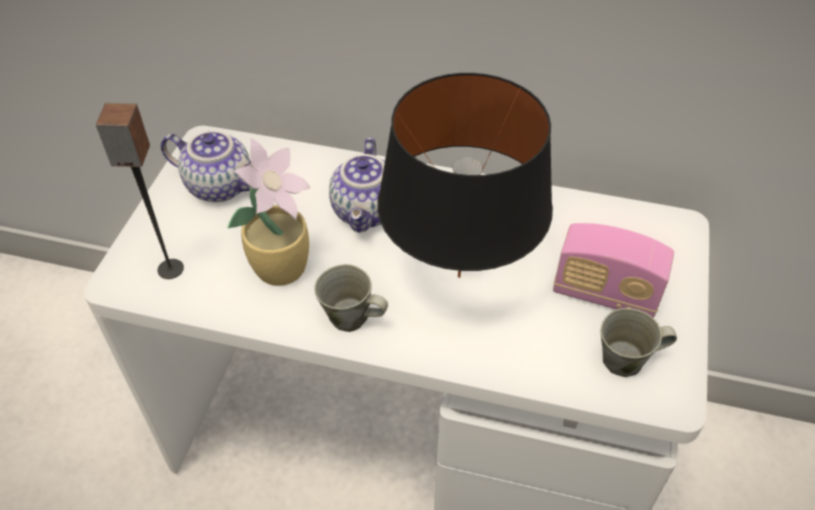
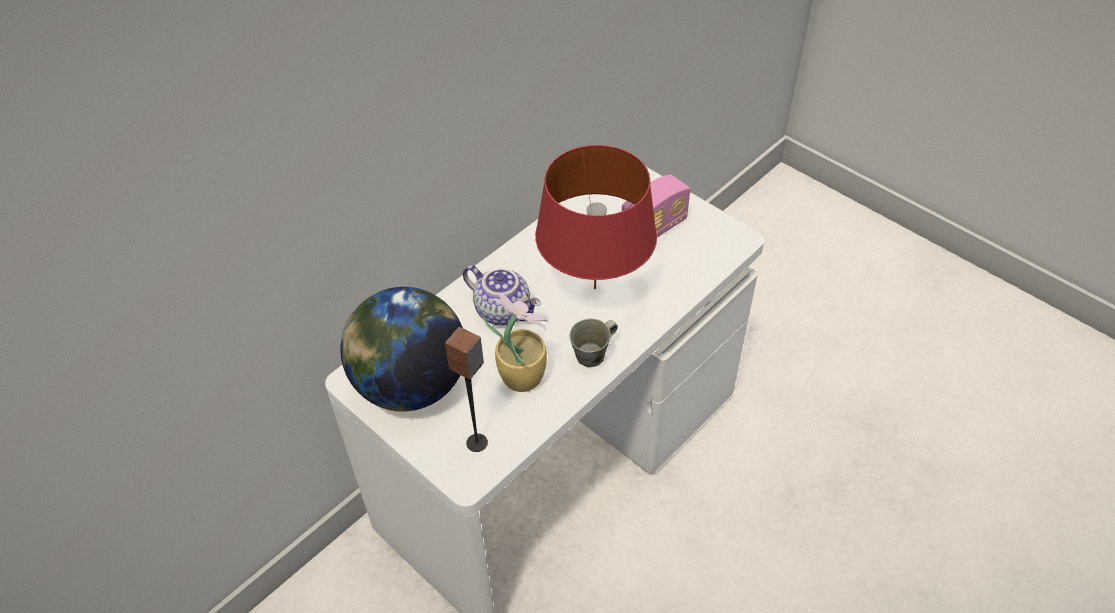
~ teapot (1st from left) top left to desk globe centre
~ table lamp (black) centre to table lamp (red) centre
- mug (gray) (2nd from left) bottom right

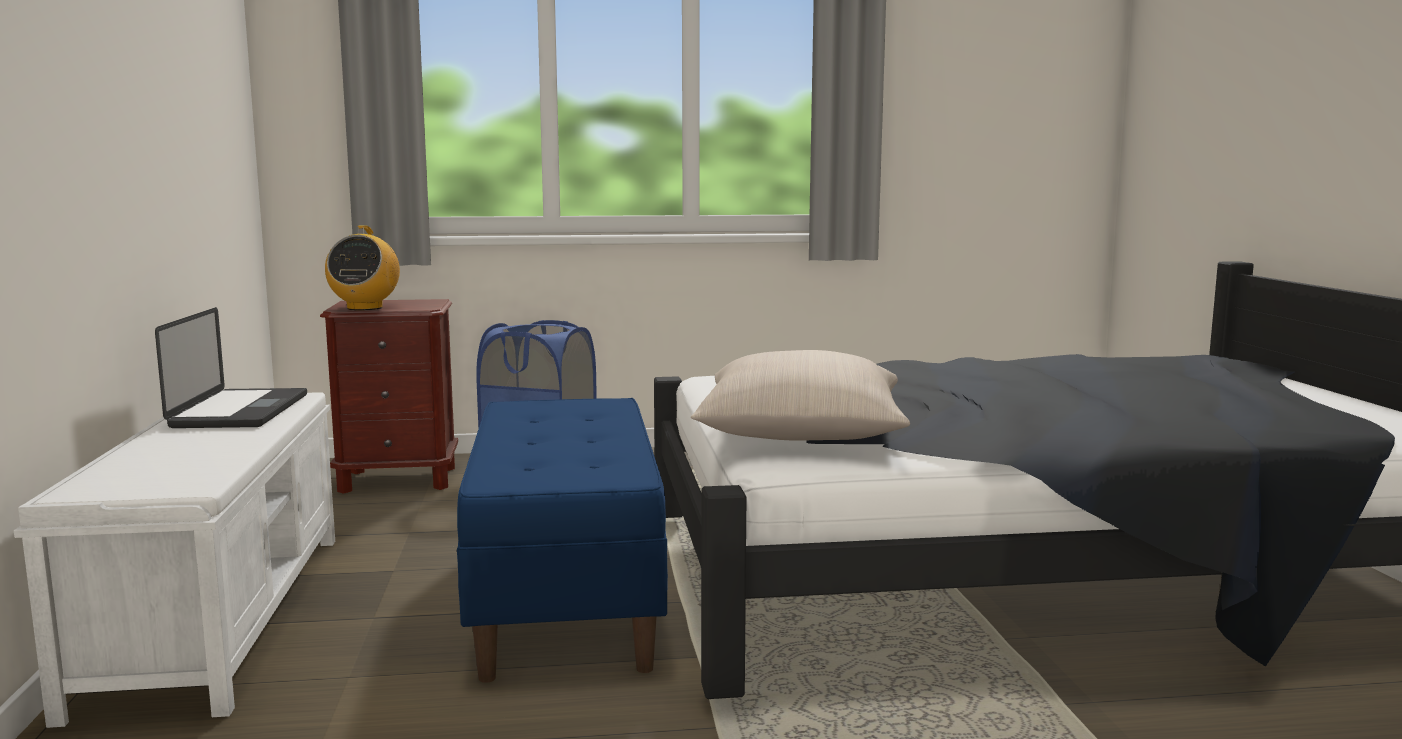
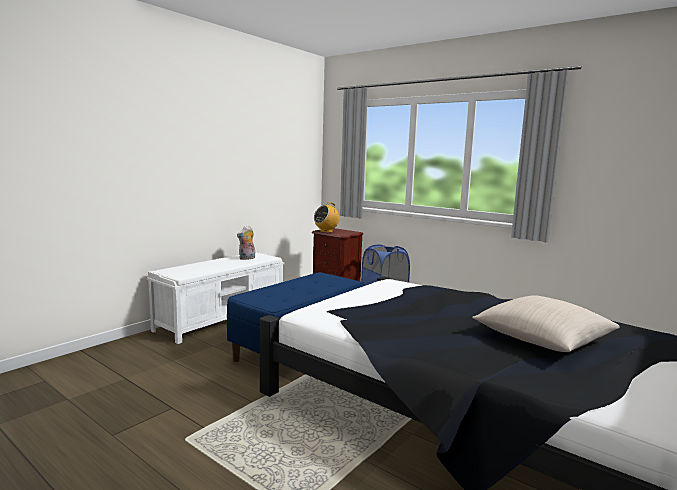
~ laptop middle left to cuddly toy centre
~ cushion (beige-coloured) centre to middle right

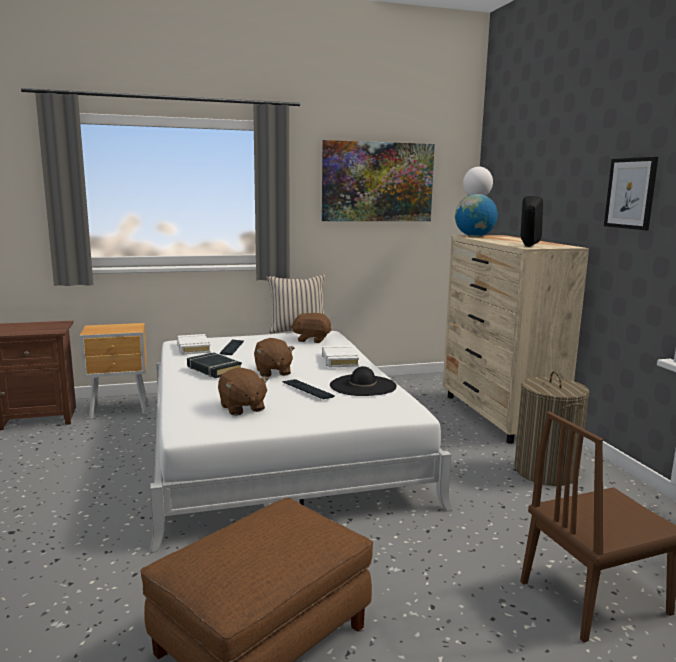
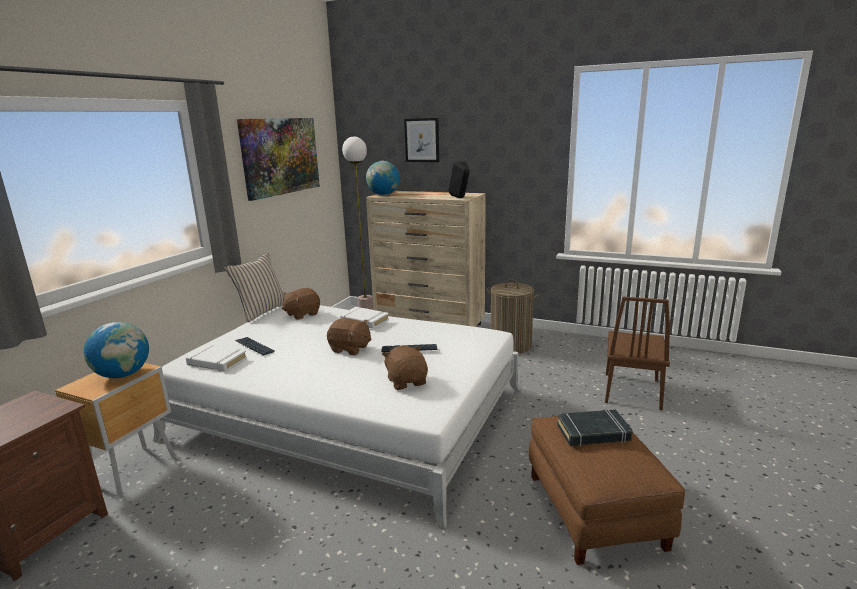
+ desk globe (1st from left) middle left
~ cuddly toy (brown) (1st from left in the first image) centre = centre 120 degrees counterclockwise
~ picture (2nd from left) top right to top centre
~ book (black) middle left to bottom right
- hat (black) centre

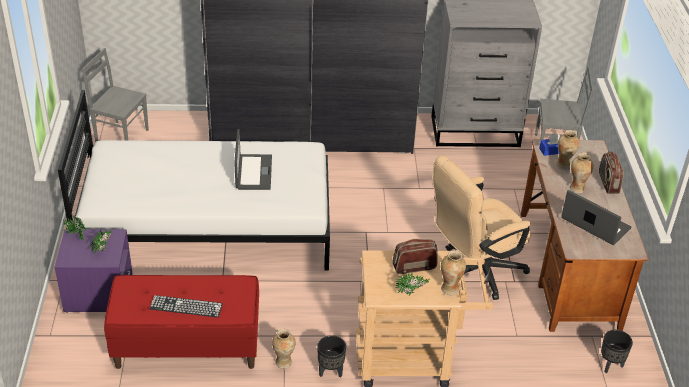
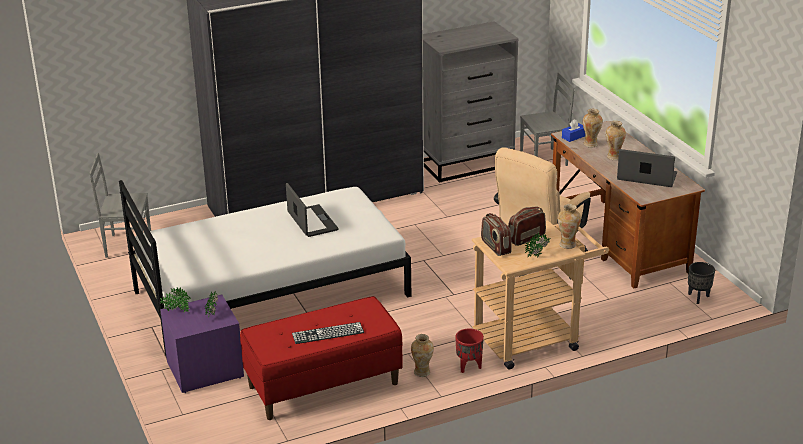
~ plant pot (black) (1st from left) bottom centre to plant pot (red) bottom centre
~ radio (2nd from left in the first image) middle right to radio (1st from left) centre

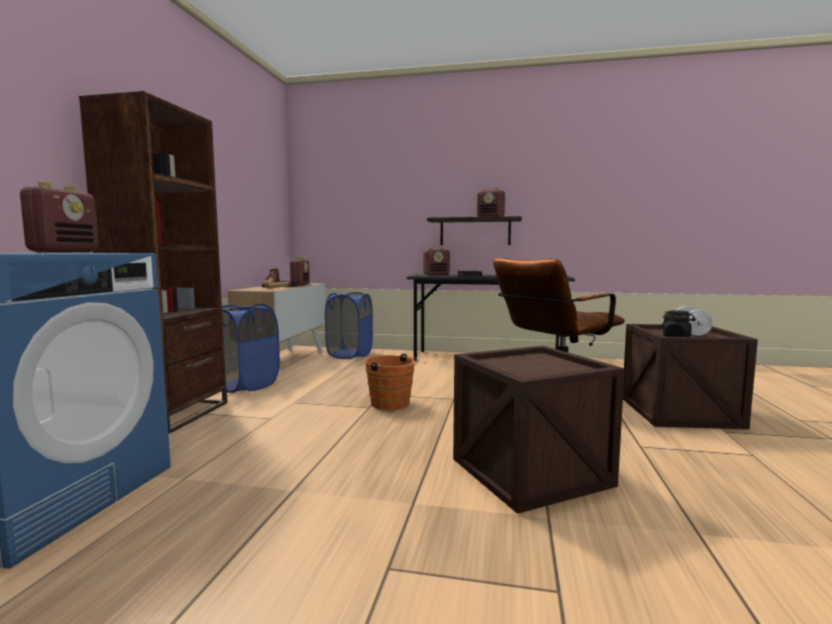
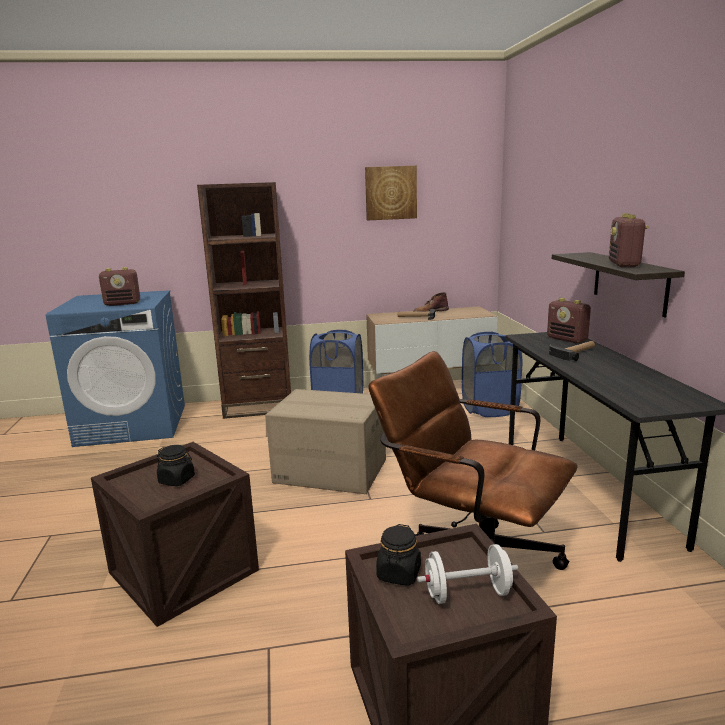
+ storage jar (black) (1st from left) middle left
~ water bucket (orange-coloured) centre to carton centre
+ picture top centre
- radio (2nd from left) centre

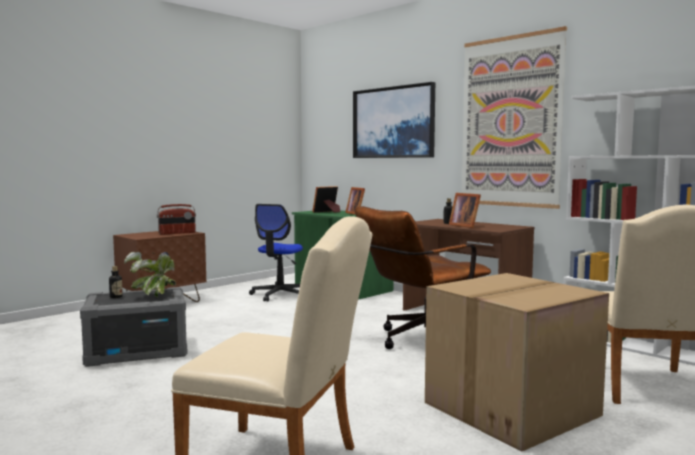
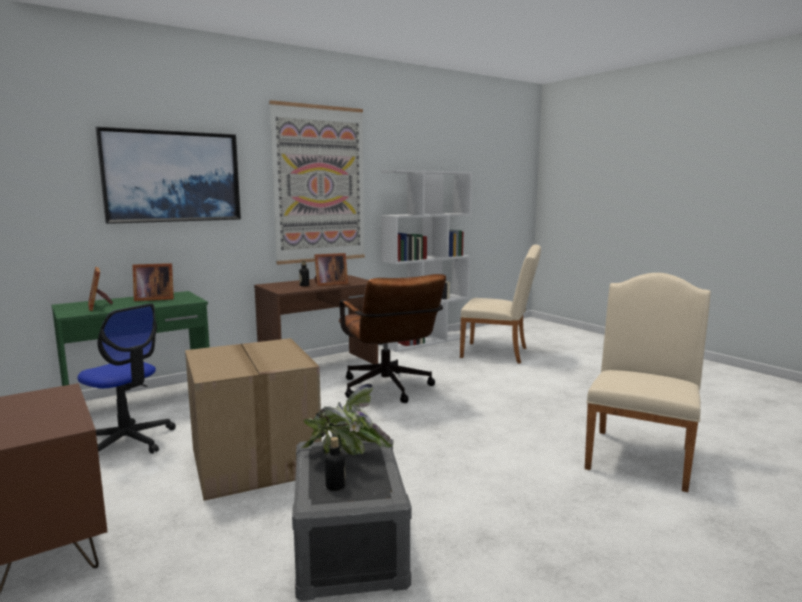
~ carton bottom right to bottom left
- radio middle left

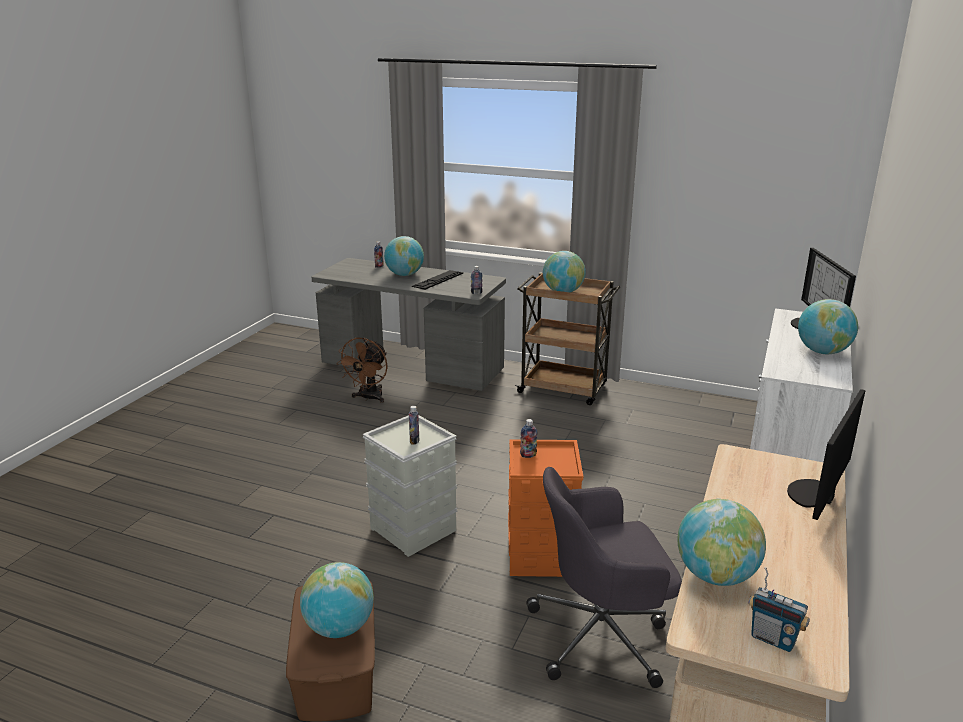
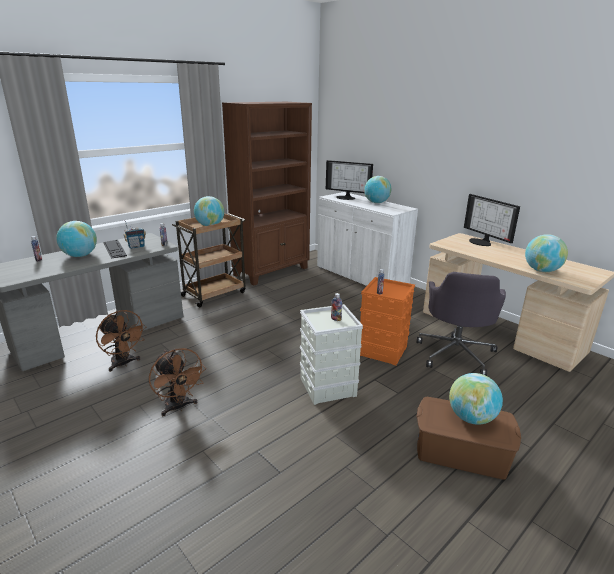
~ radio bottom right to middle left
+ cooling fan (brown) (2nd from left) middle left
+ shelving unit (brown) centre

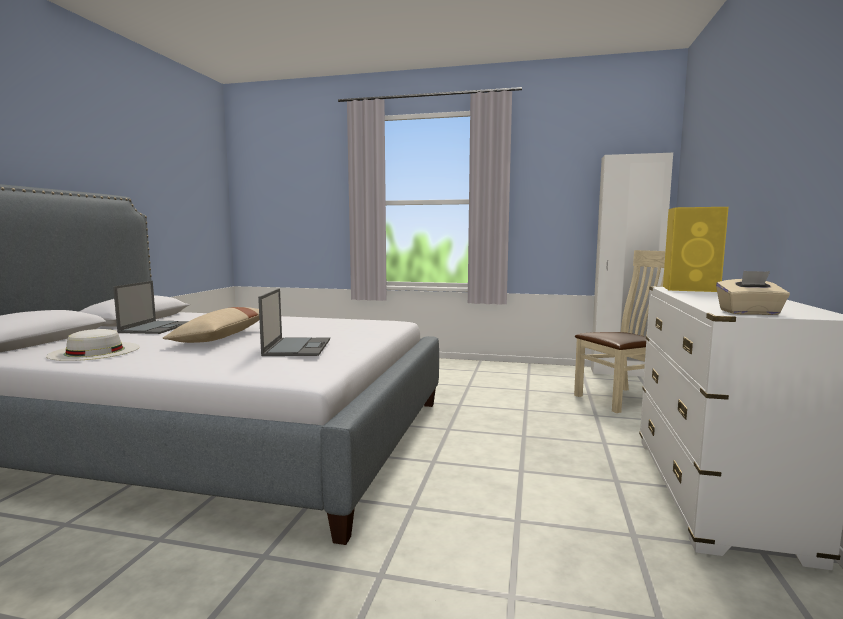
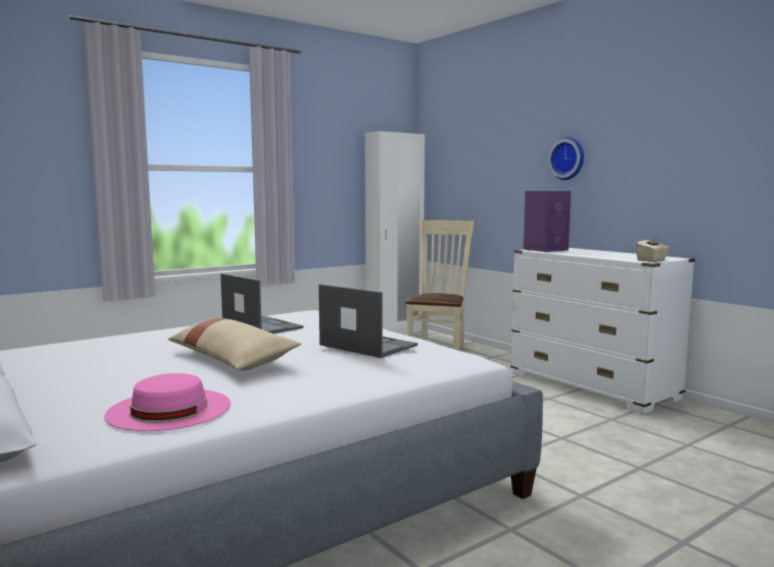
~ hat (white-coloured) middle left to hat (pink-coloured) bottom left
~ laptop (1st from left) middle left to centre
~ loudspeaker (yellow) middle right to loudspeaker (purplish) middle right
+ wall clock top right

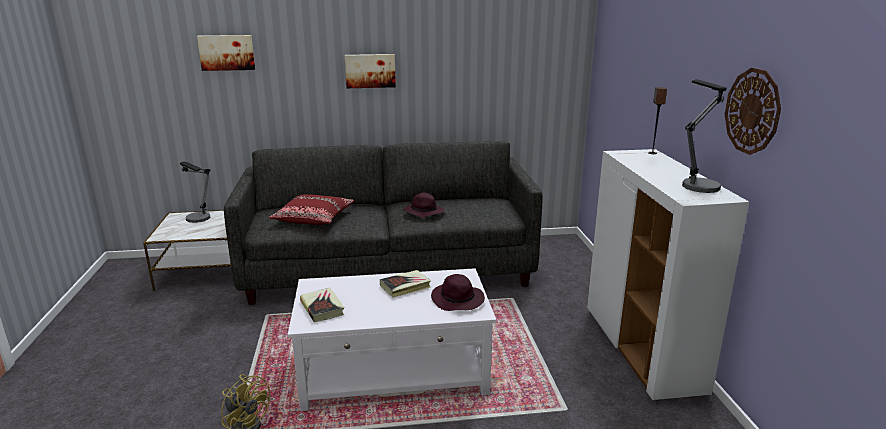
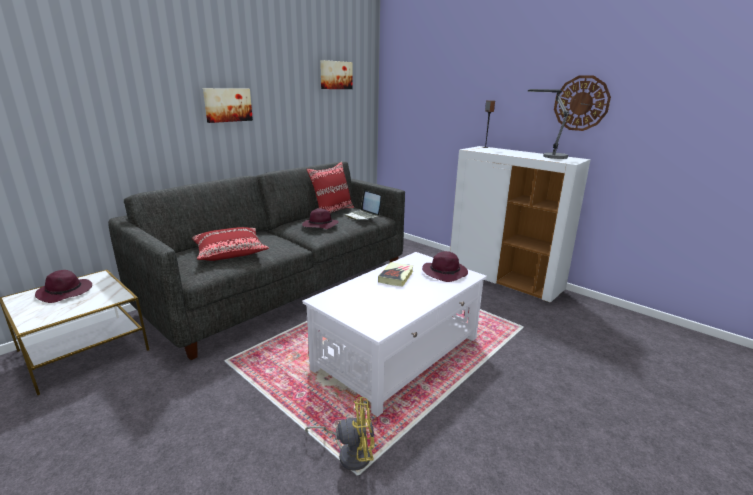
~ table lamp (1st from left) middle left to hat (purplish) (1st from left) middle left
+ cushion (red) (2nd from left) centre
~ picture (1st from left in the first image) top left to picture (2nd from left) top centre
+ laptop centre
- book (1st from left) bottom centre

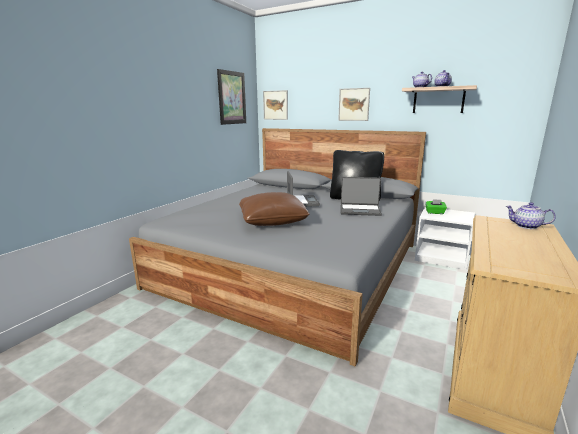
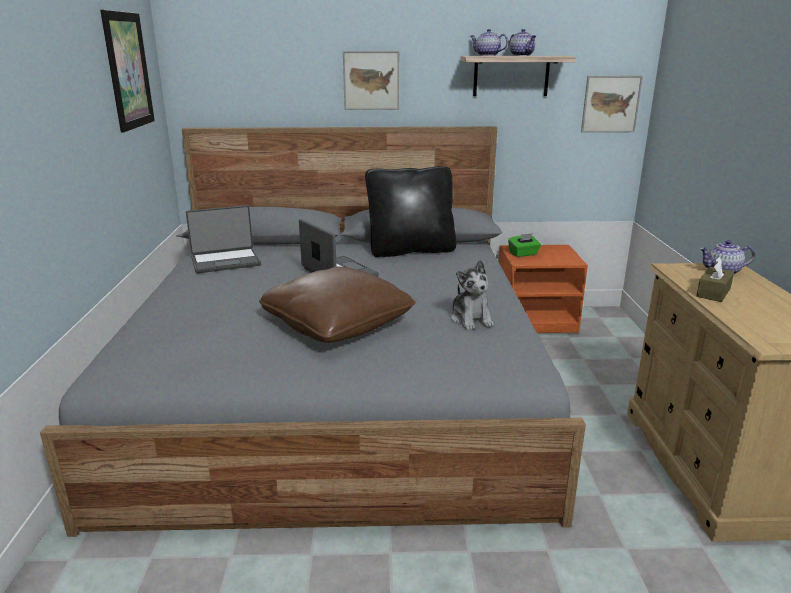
~ laptop (2nd from left in the first image) centre to laptop (1st from left) middle left
+ cuddly toy centre
~ nightstand (white-coloured) middle right to nightstand (orange-coloured) middle right
~ picture (2nd from left in the first image) top centre to picture (3rd from left) top right
+ tissue holder (brown) middle right

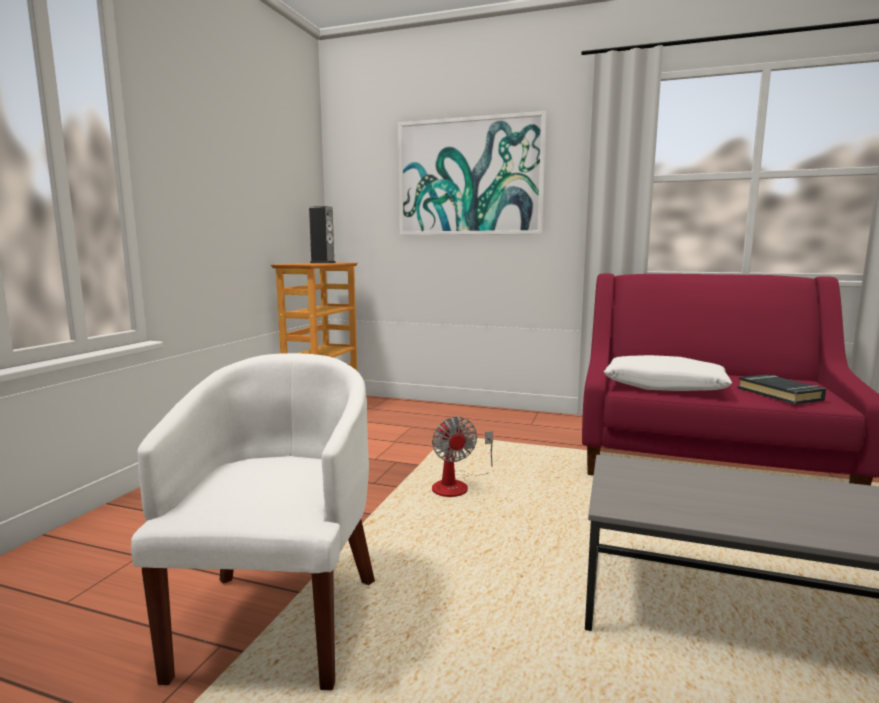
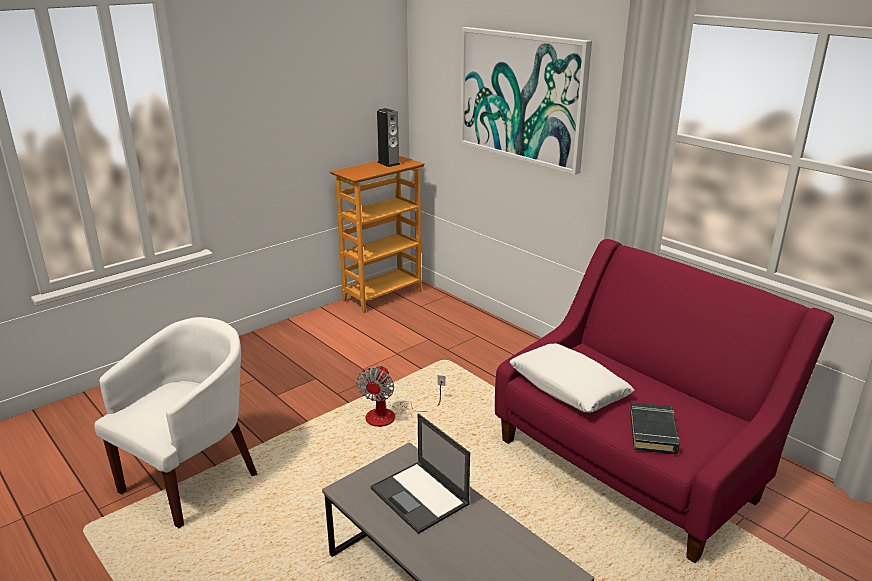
+ laptop bottom centre

